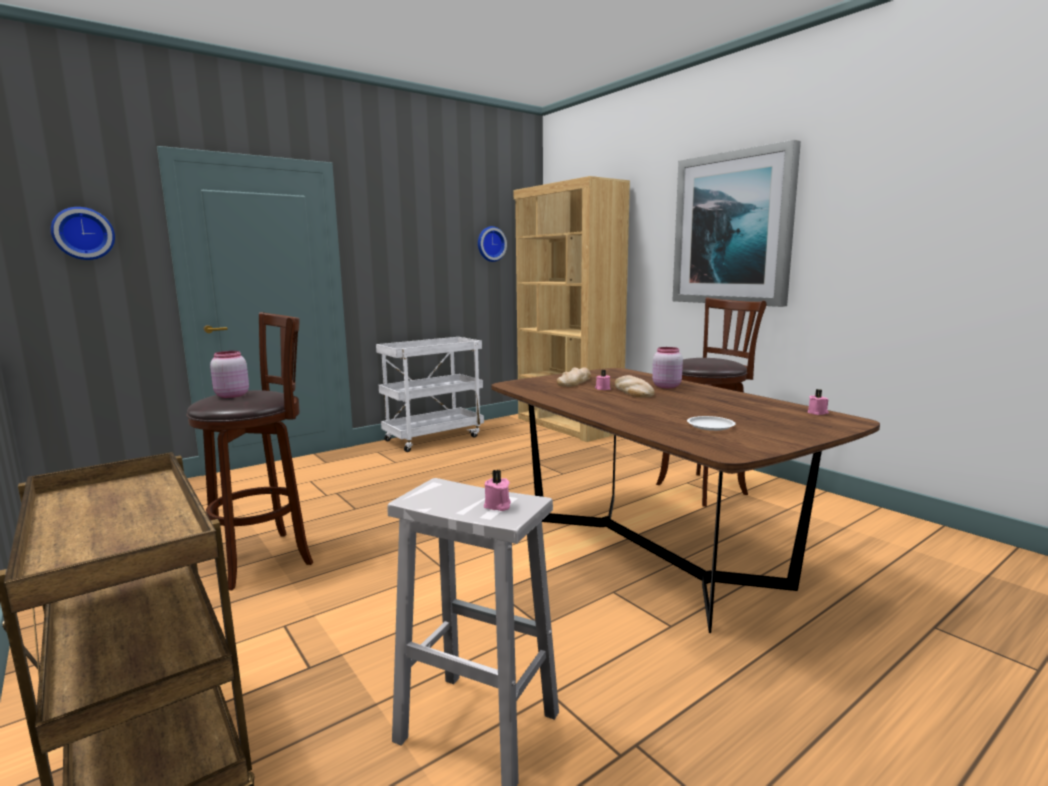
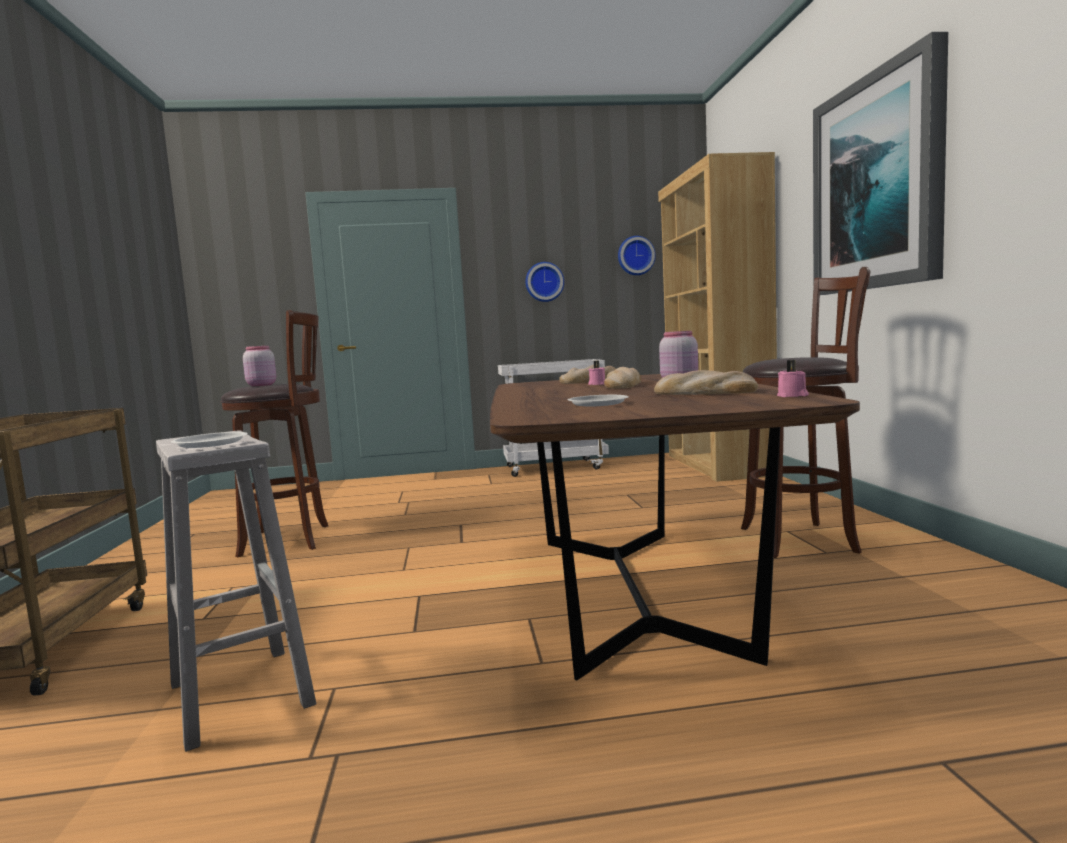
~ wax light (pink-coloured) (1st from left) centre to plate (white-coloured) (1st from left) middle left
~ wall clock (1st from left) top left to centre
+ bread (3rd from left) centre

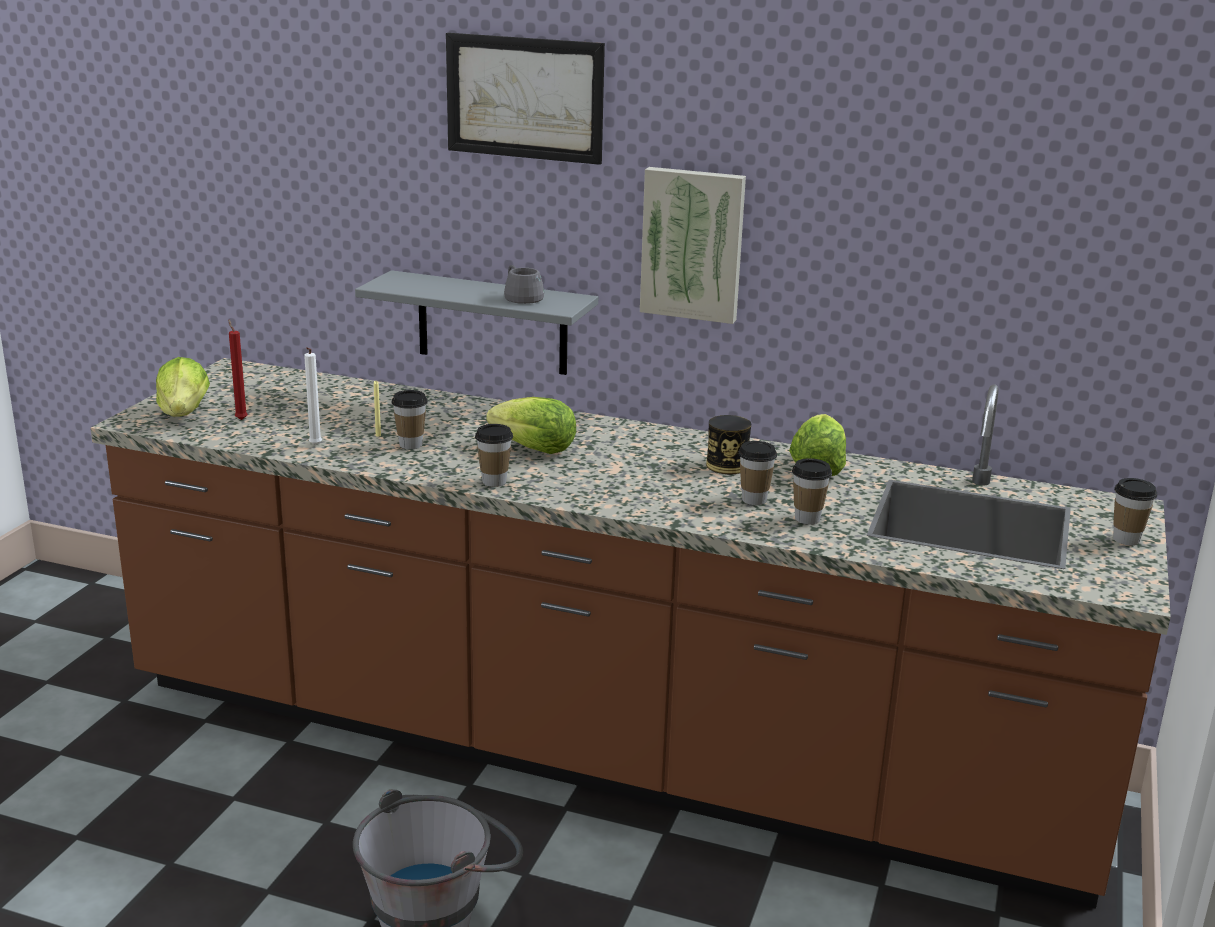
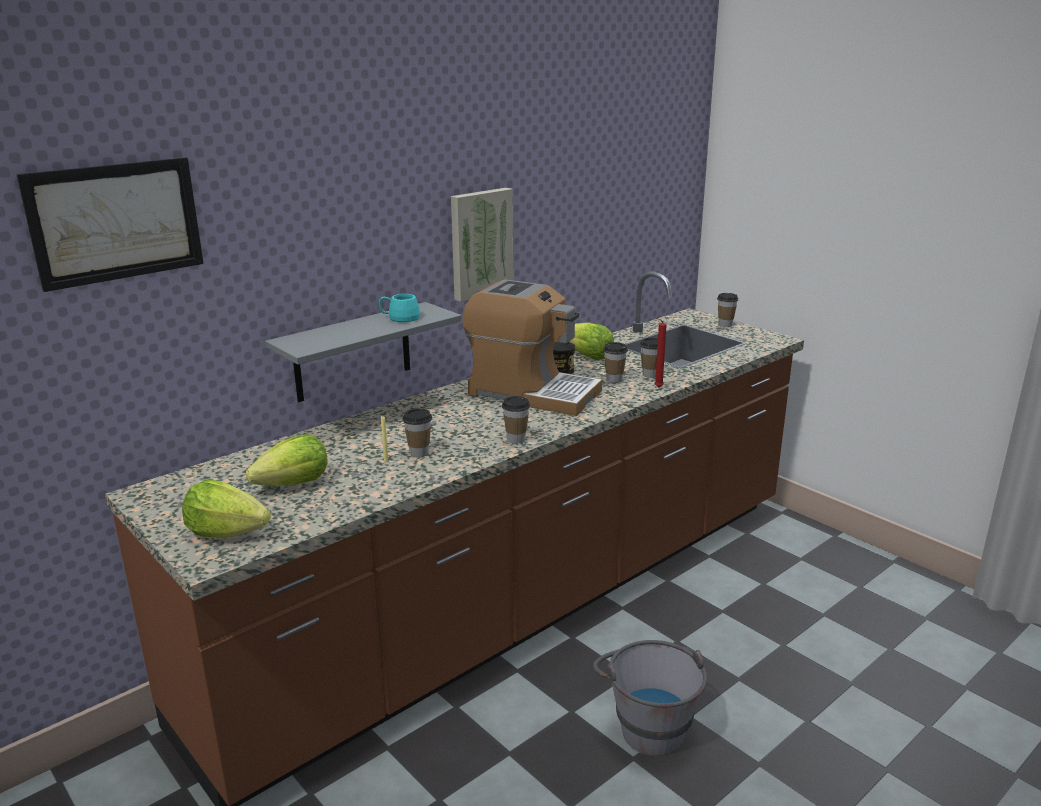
~ picture (1st from left) top centre to top left
~ lettuce head (2nd from left) centre to middle left
~ mug (gray) top centre to mug (turquoise-coloured) centre
+ coffee machine centre
~ wax light (red) middle left to centre
- wax light (white-coloured) middle left

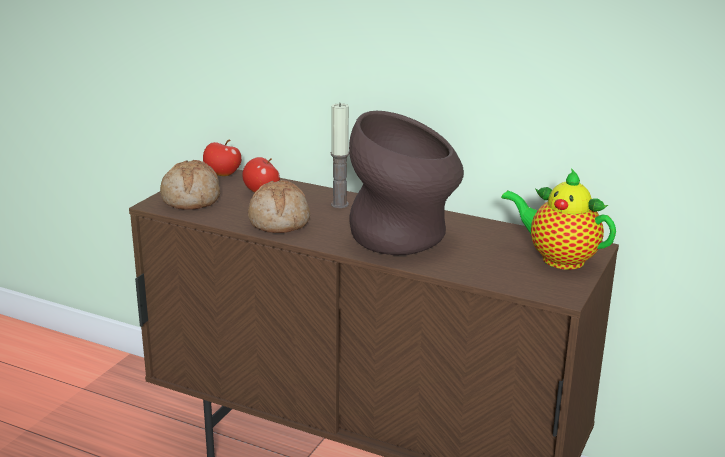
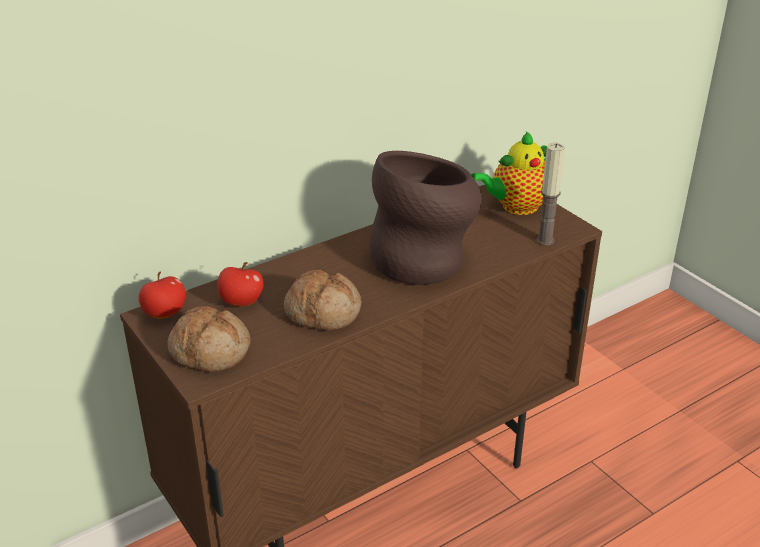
~ wax light centre to middle right

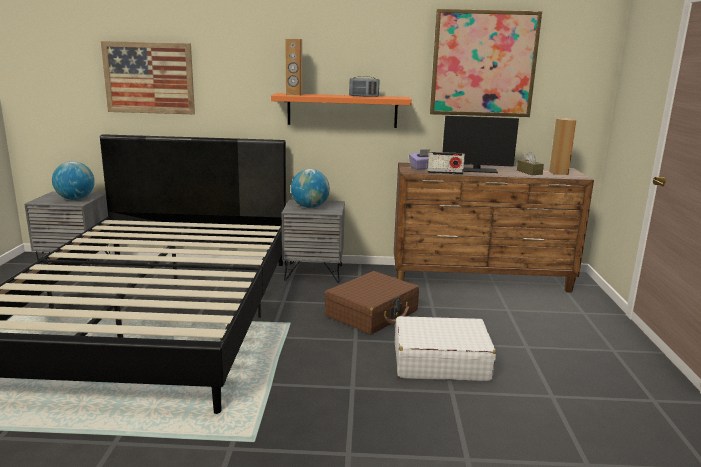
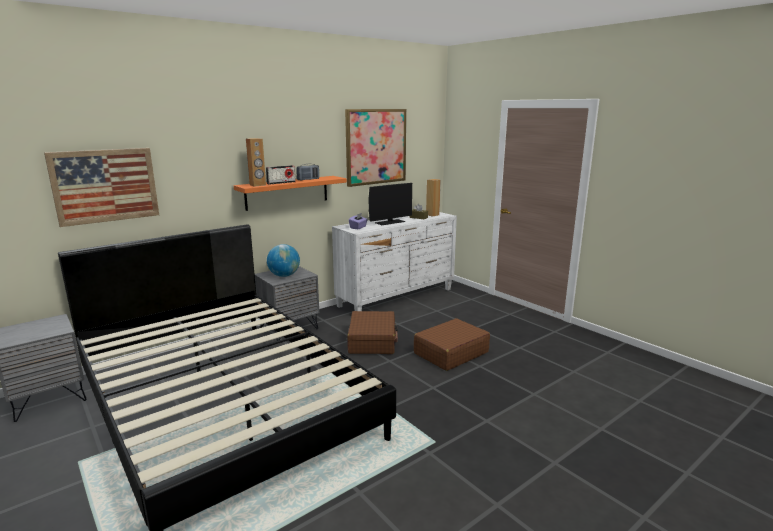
~ radio (2nd from left in the first image) centre to radio (1st from left) top centre
~ chest of drawers (brown) middle right to chest of drawers (white-coloured) centre
~ suitcase (white-coloured) bottom centre to suitcase (brown) (2nd from left) centre
- desk globe (1st from left) middle left

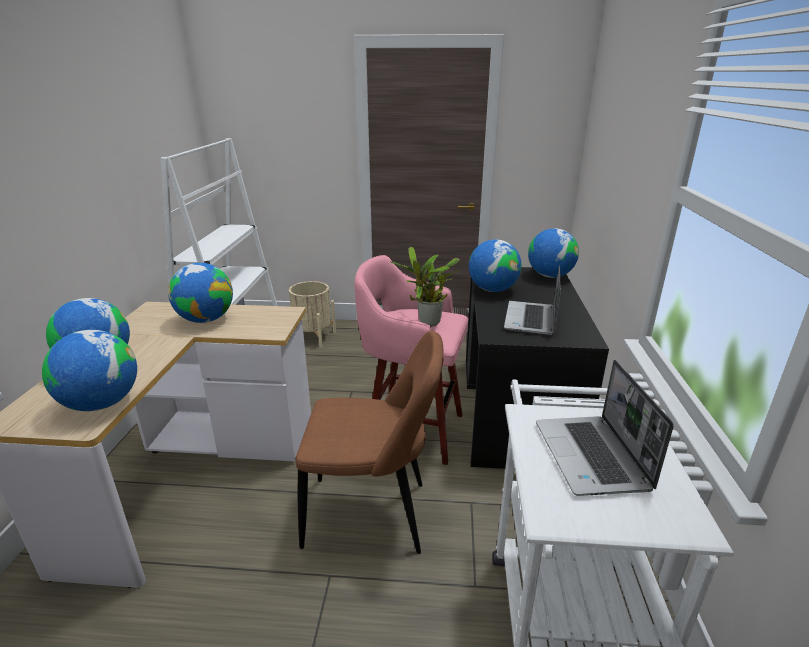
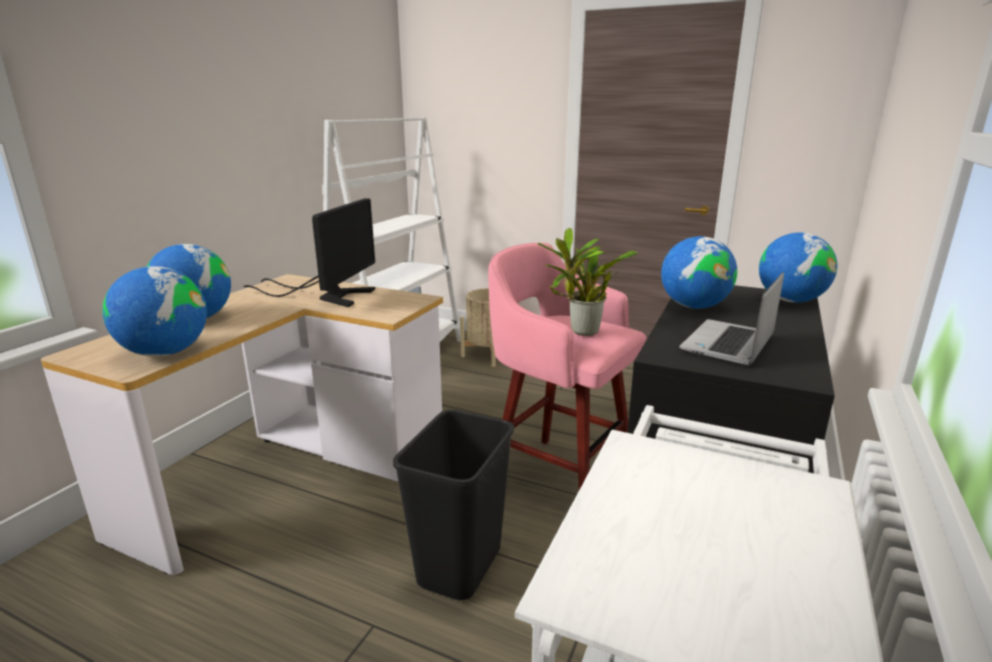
~ desk globe (3rd from left) middle left to monitor middle left
~ upright chair (brown) bottom centre to rubbish bin (black) bottom centre
- laptop (2nd from left) middle right

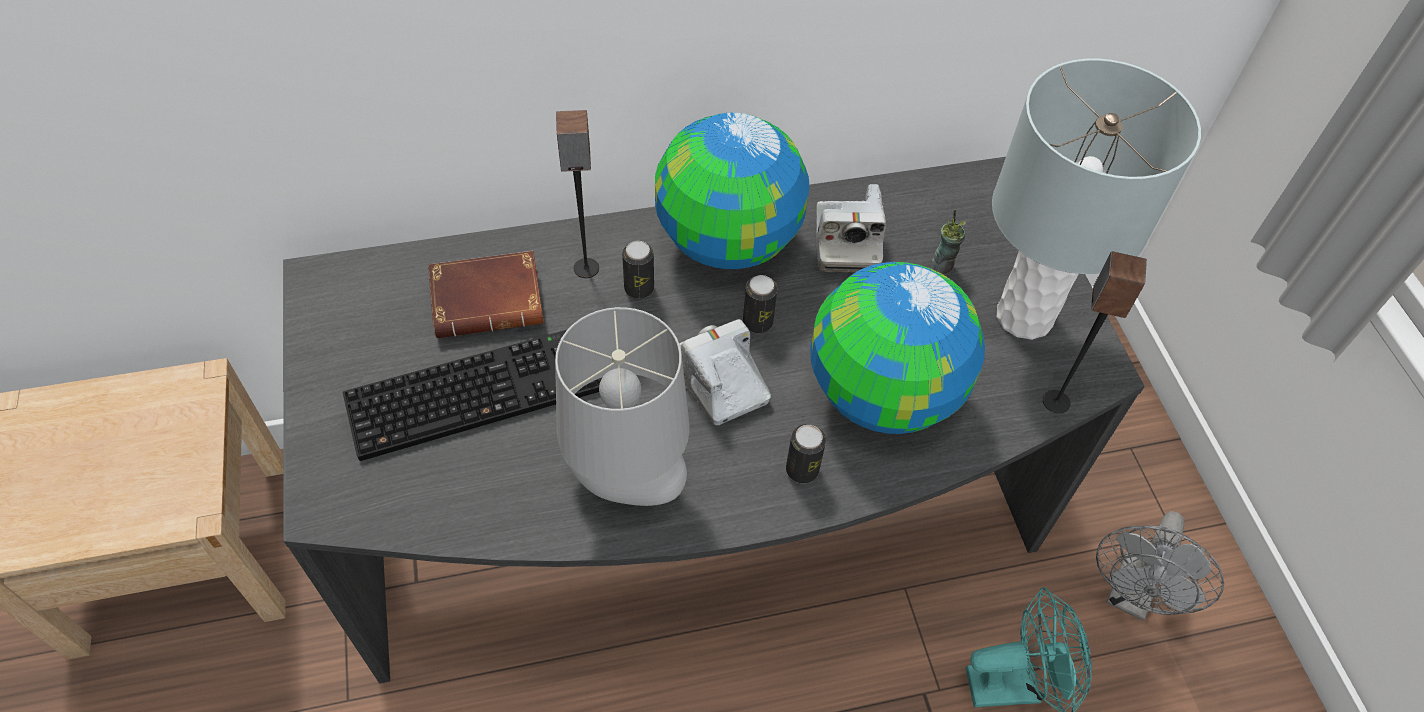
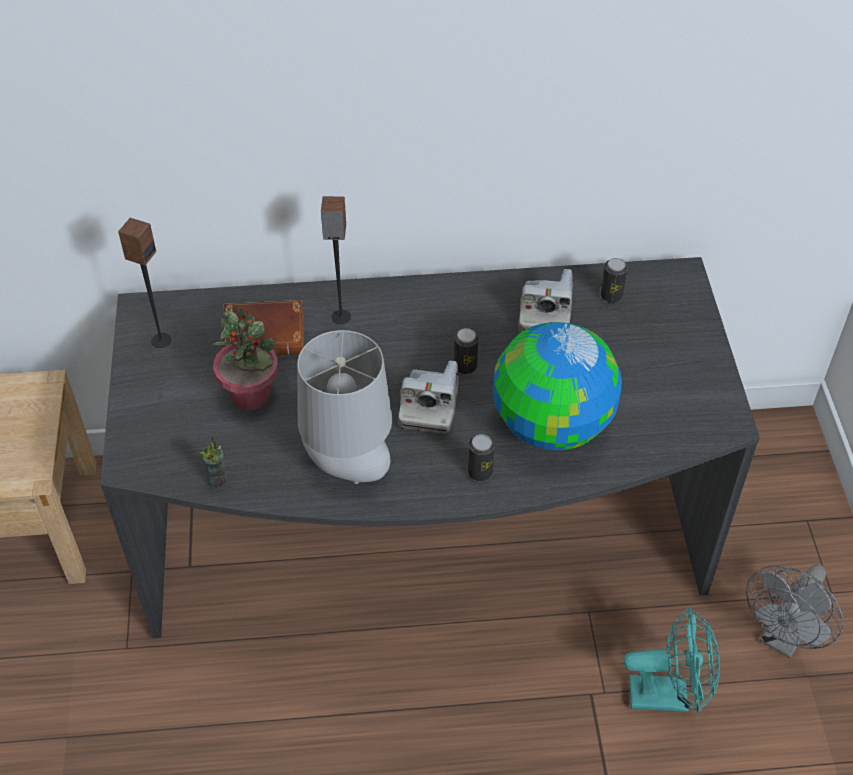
~ loudspeaker (2nd from left in the first image) middle right to loudspeaker (1st from left) middle left
~ cup centre to middle left
~ computer keyboard middle left to houseplant middle left
~ still camera (1st from left) centre = centre 150 degrees counterclockwise
~ metal can (1st from left in the first image) centre to metal can (3rd from left) middle right
- desk globe (1st from left) top centre
- table lamp (gray) (2nd from left) top right

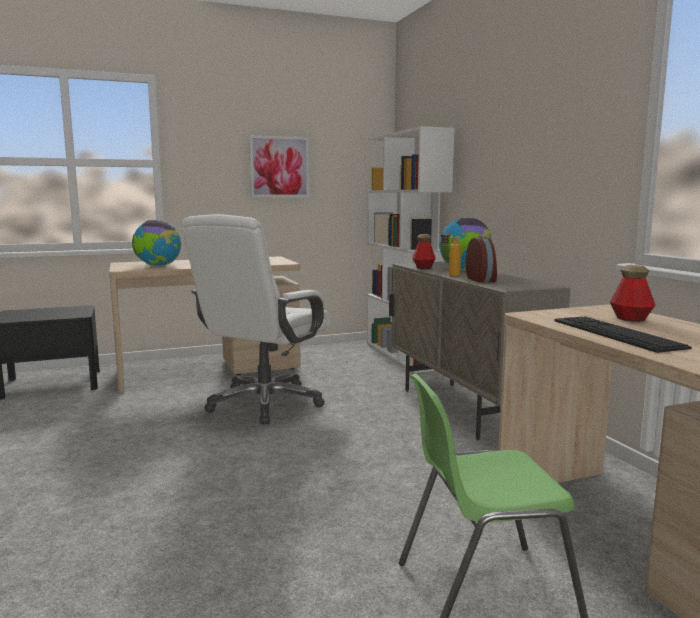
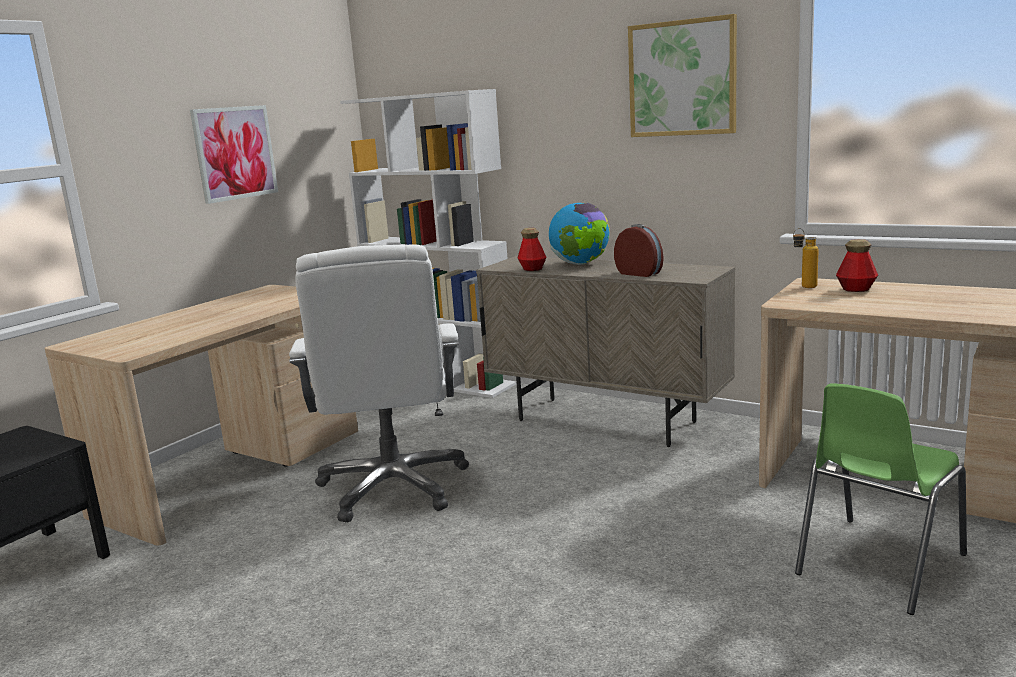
+ picture (2nd from left) top right
~ beverage bottle (2nd from left) centre to middle right
- desk globe (1st from left) middle left
- computer keyboard middle right

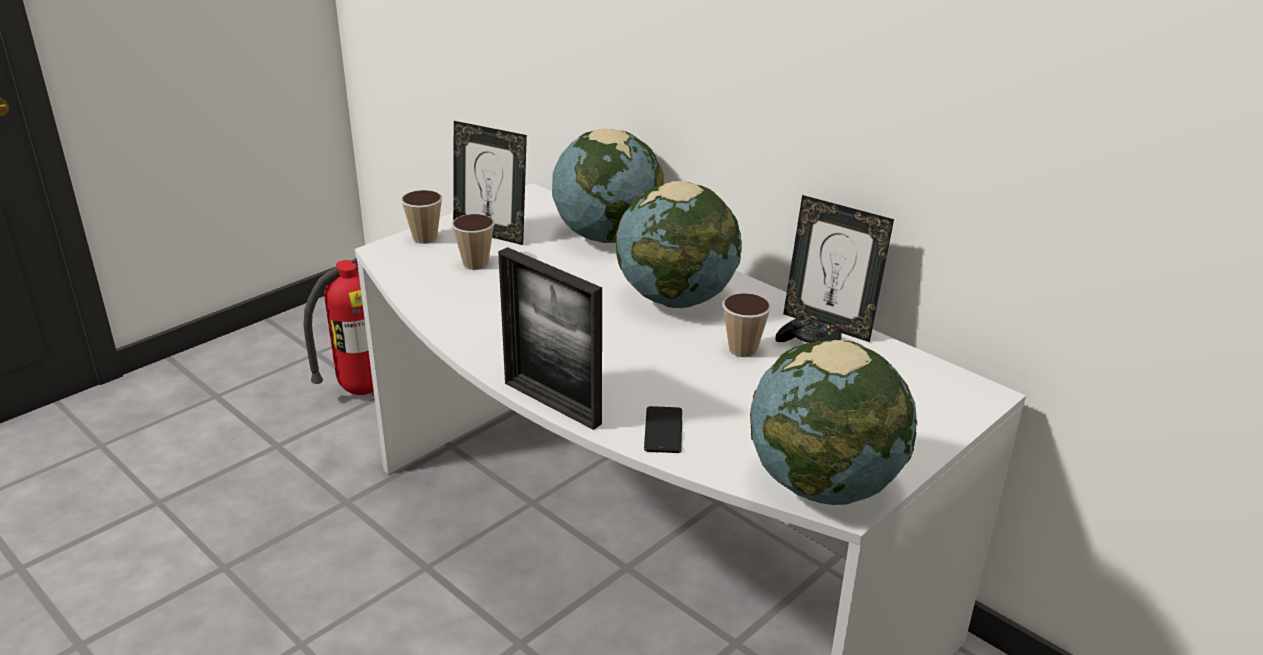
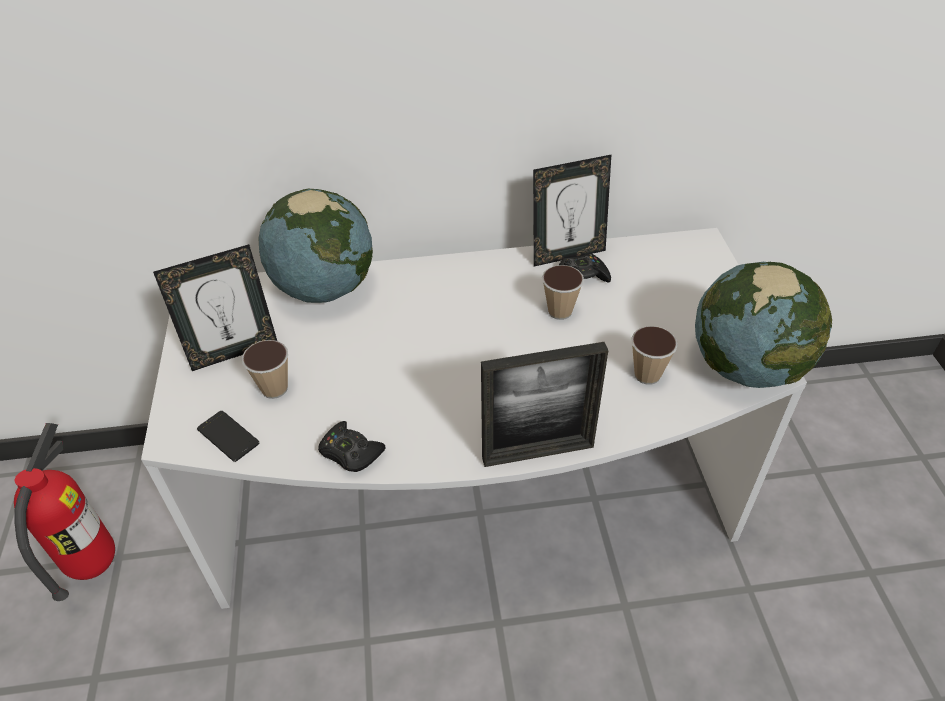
~ handset centre to middle left
+ game controller (black) (1st from left) centre
~ cup (1st from left in the first image) top centre to cup (3rd from left) middle right
- desk globe (2nd from left) centre

